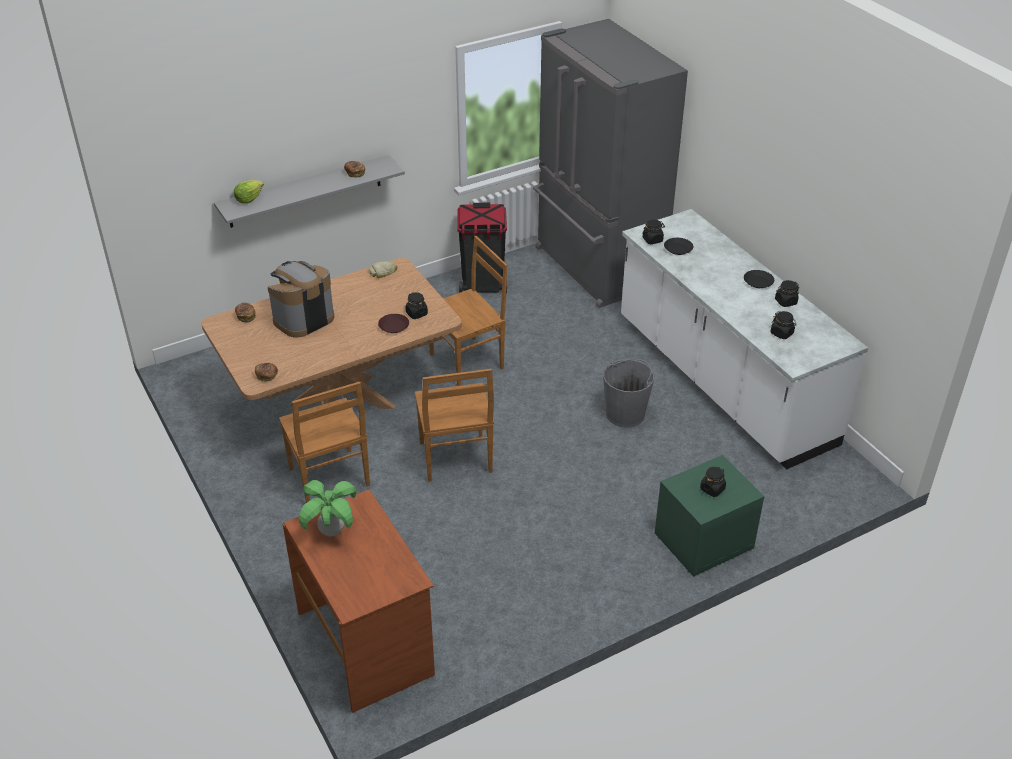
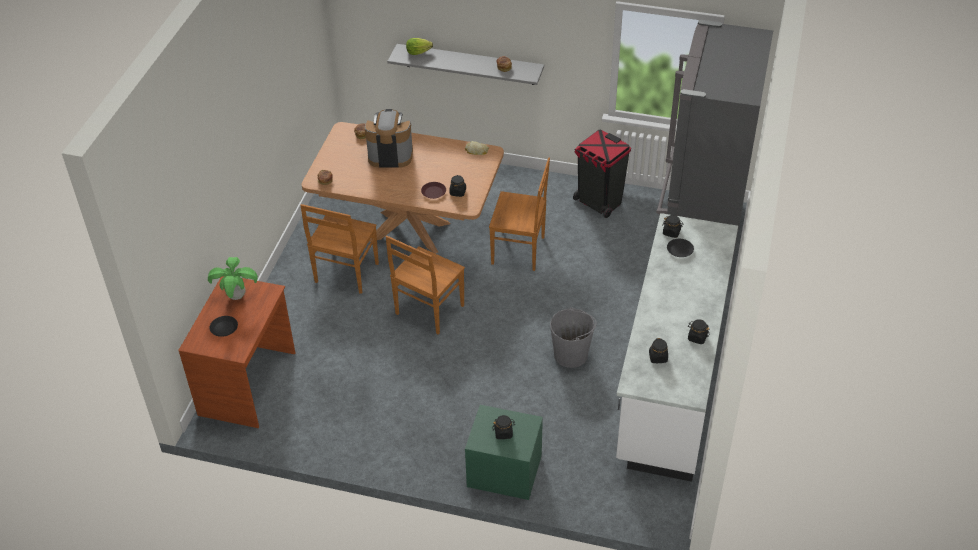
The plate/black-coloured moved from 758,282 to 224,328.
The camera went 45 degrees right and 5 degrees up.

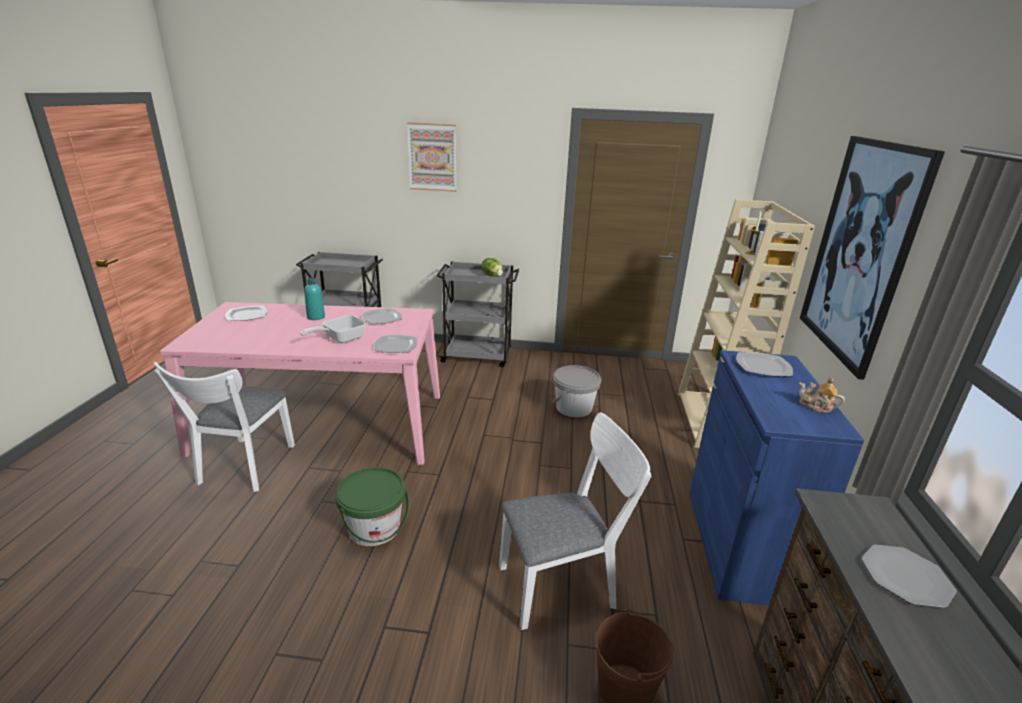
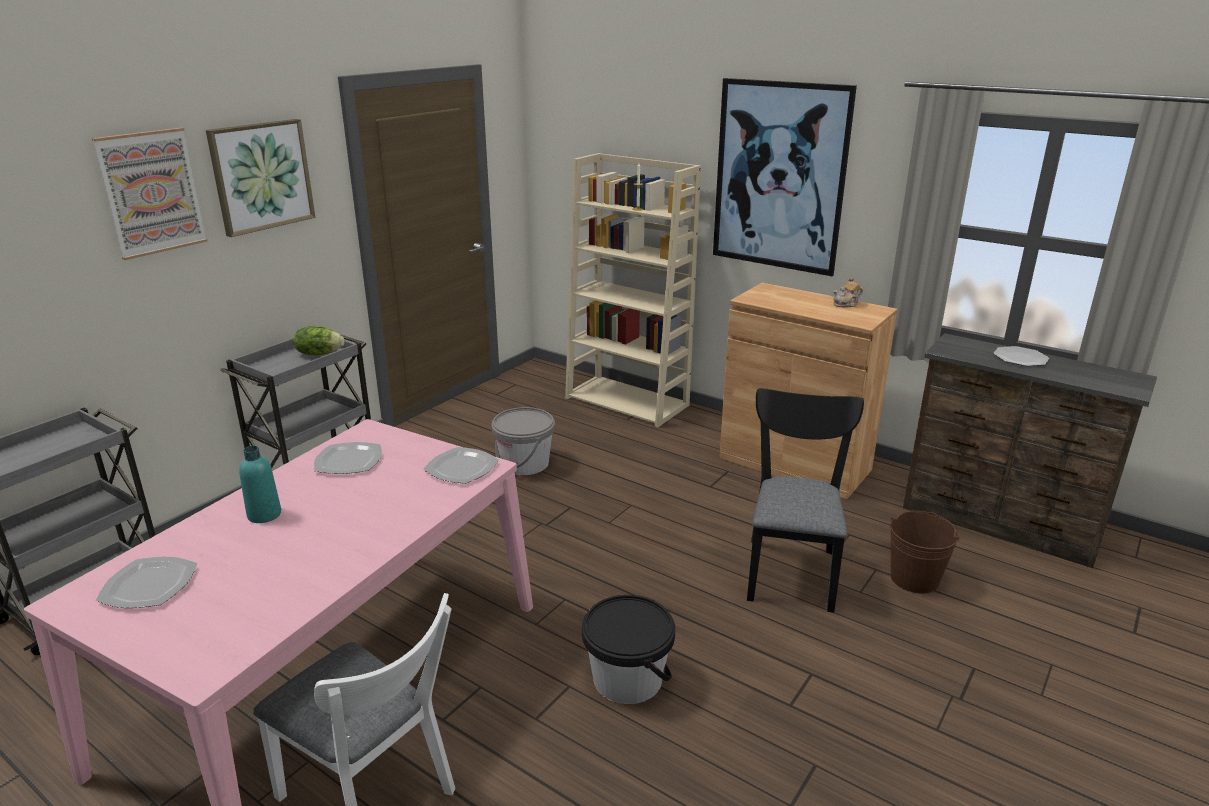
The pan at 340,339 disappeared.
The bucket/green-coloured at 374,528 became the bucket/black-coloured at 627,678.
The plain chair/white-coloured at 564,583 became the plain chair/black-coloured at 791,568.
The cupboard/bluish at 738,544 became the cupboard/brownish at 794,464.
The plate at 763,367 disappeared.
The wall picture at 261,176 appeared.
The camera went 60 degrees left and 0 degrees up.

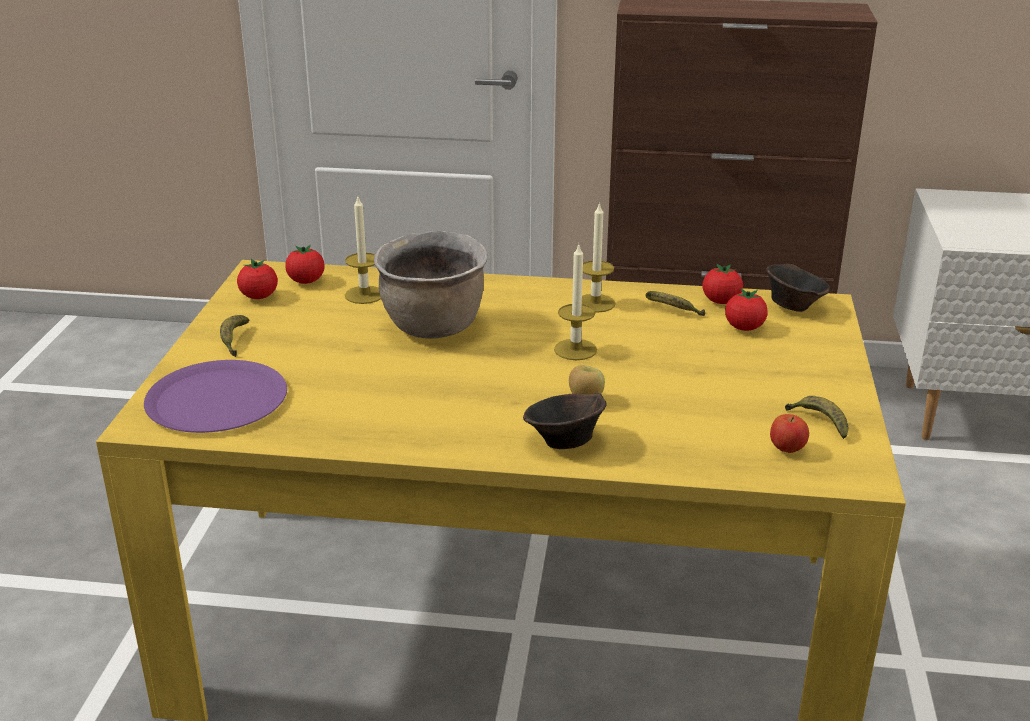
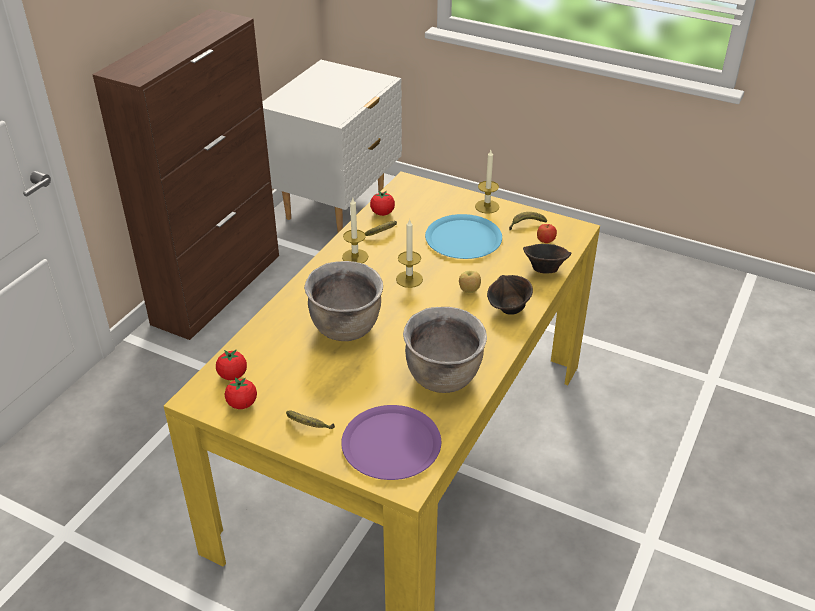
The candle moved from 364,295 to 487,206.
The tomato at 744,328 disappeared.
The bowl/brownish moved from 793,306 to 544,269.
The saucepot/brownish at 444,377 appeared.
The plate/bluish at 463,238 appeared.
The camera went 70 degrees left and 10 degrees up.

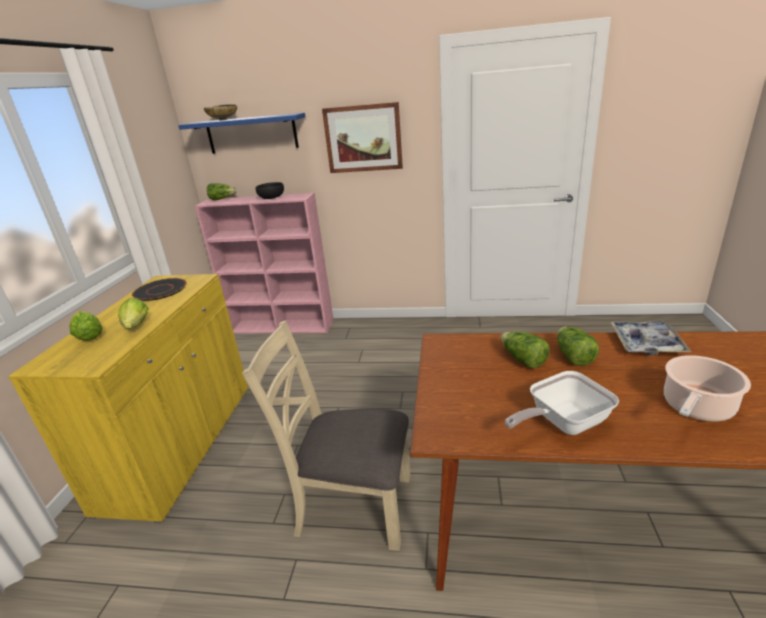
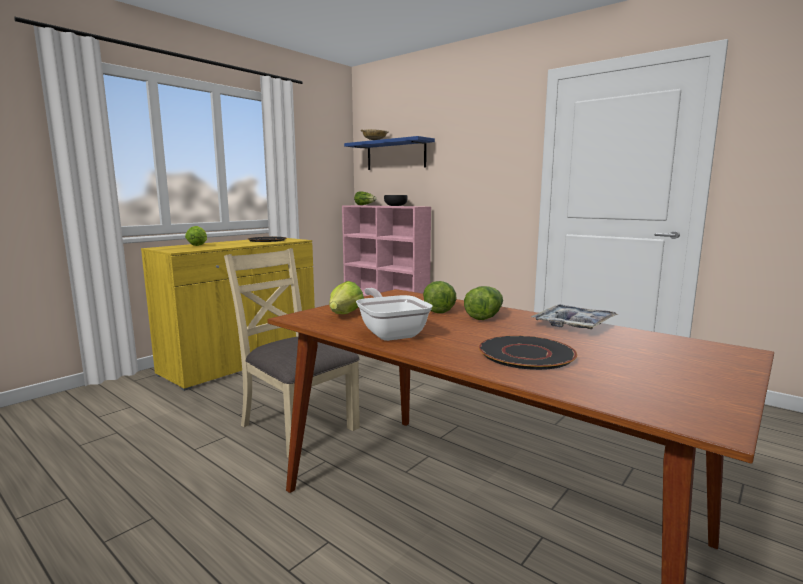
The head of lettuce moved from 136,327 to 344,315.
The wall picture at 363,138 disappeared.
The pan at 562,423 turned 60 degrees clockwise.
The saucepot at 696,407 was replaced by the plate/black-coloured at 525,354.
The camera went 30 degrees right and 15 degrees down.

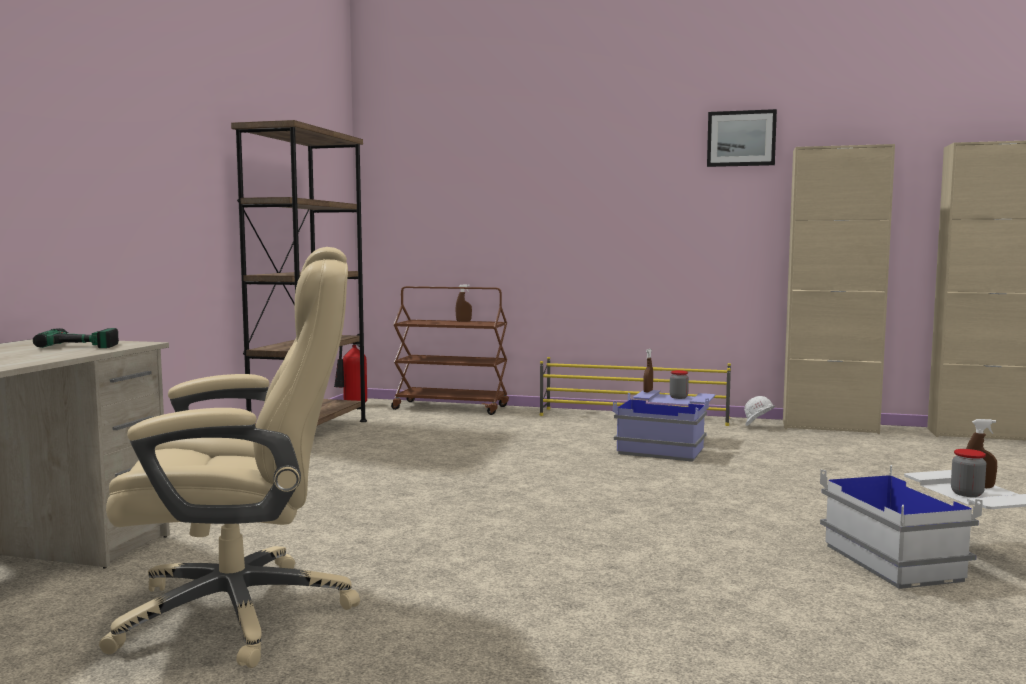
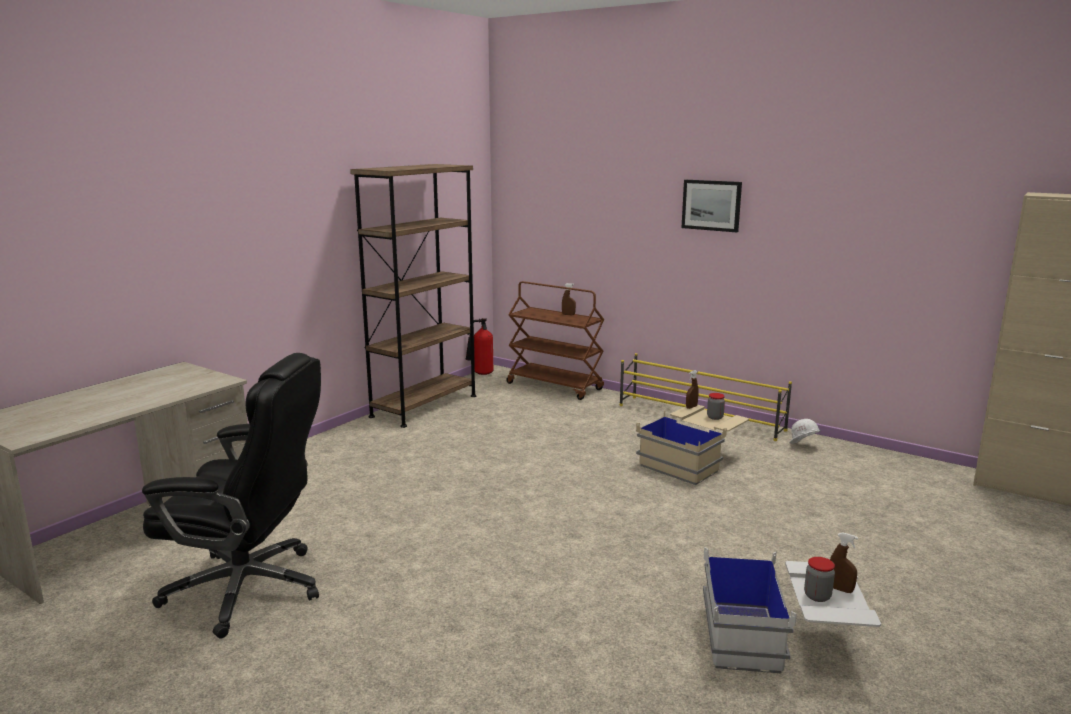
The electric drill at 83,344 disappeared.
The desk chair/beige at 242,612 became the desk chair/black-coloured at 249,589.
The storage container/bluish at 667,445 became the storage container/beige at 692,461.
The wall picture moved from 741,138 to 711,205.
The cupboard/beige at 829,427 disappeared.
The camera went 20 degrees right and 10 degrees up.

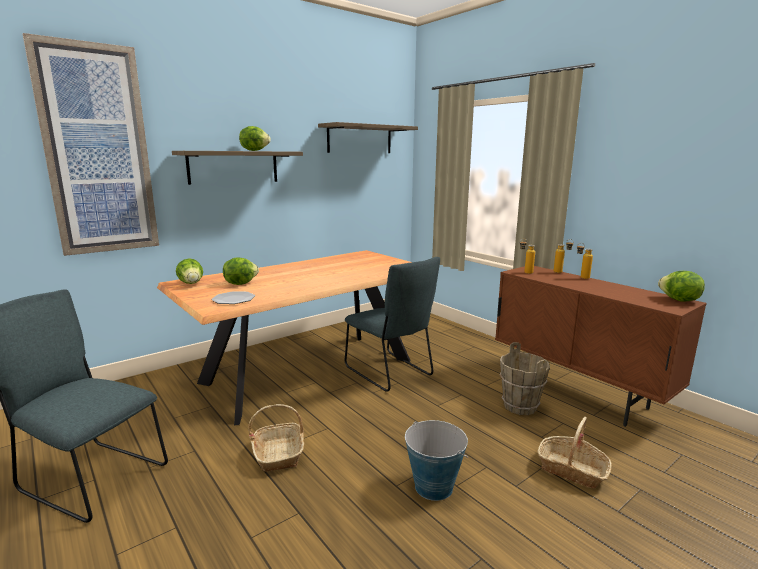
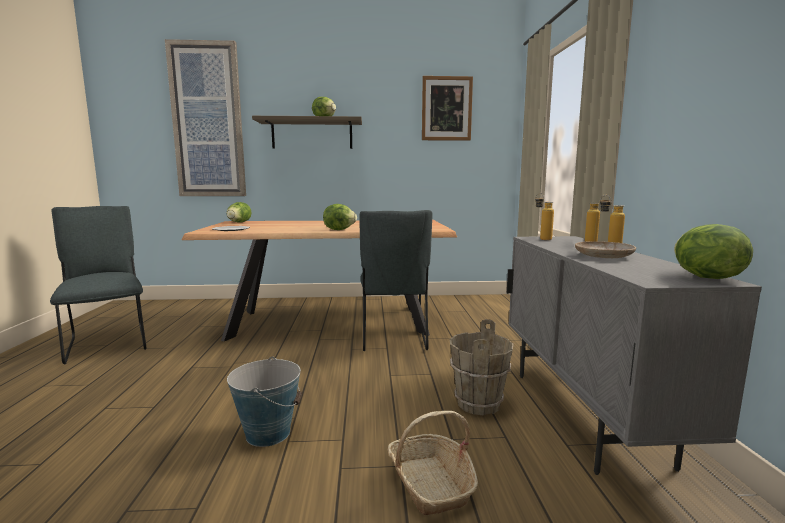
The head of lettuce moved from 240,283 to 339,230.
The basket at 279,453 disappeared.
The bracket shelf at 360,139 was replaced by the wall picture at 446,108.
The cupboard/brownish at 577,392 became the cupboard/gray at 585,415.
The plate/beige at 604,256 appeared.
The camera went 35 degrees right and 5 degrees down.

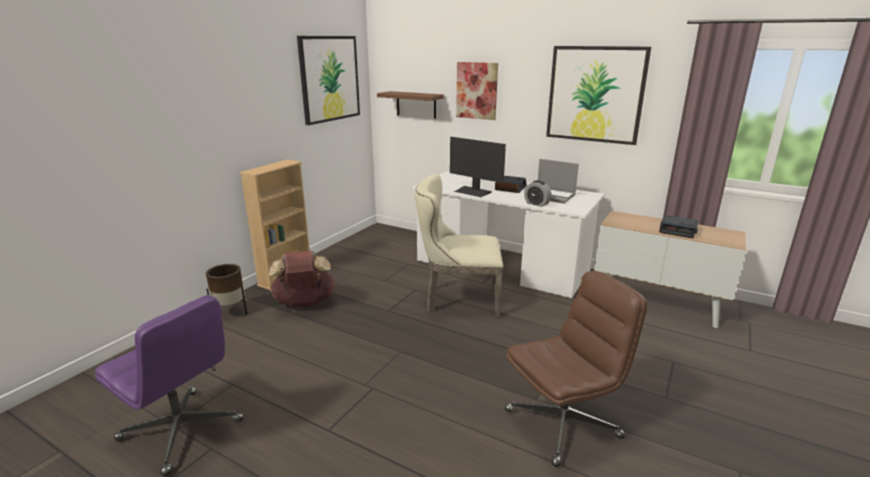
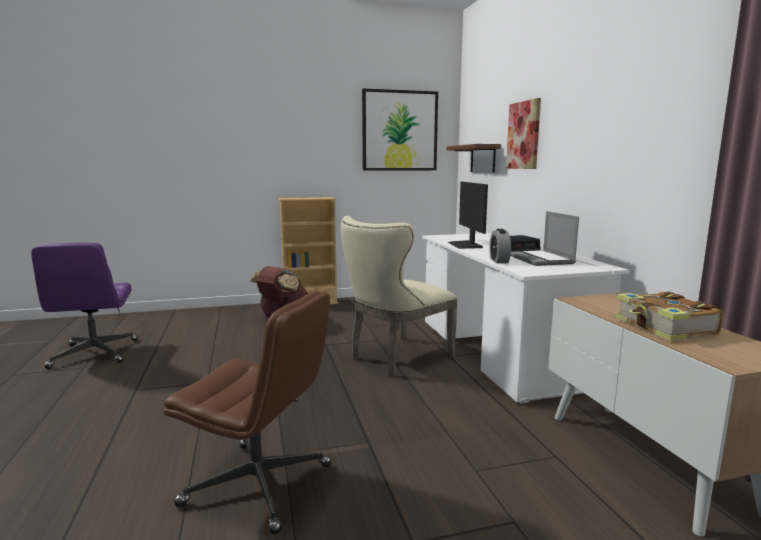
The plant pot/brownish at 230,312 disappeared.
The plain chair/beige at 457,299 turned 90 degrees counterclockwise.
The wall picture at 595,94 disappeared.
The table clock at 678,230 was replaced by the book at 664,328.
The camera went 45 degrees right and 10 degrees down.

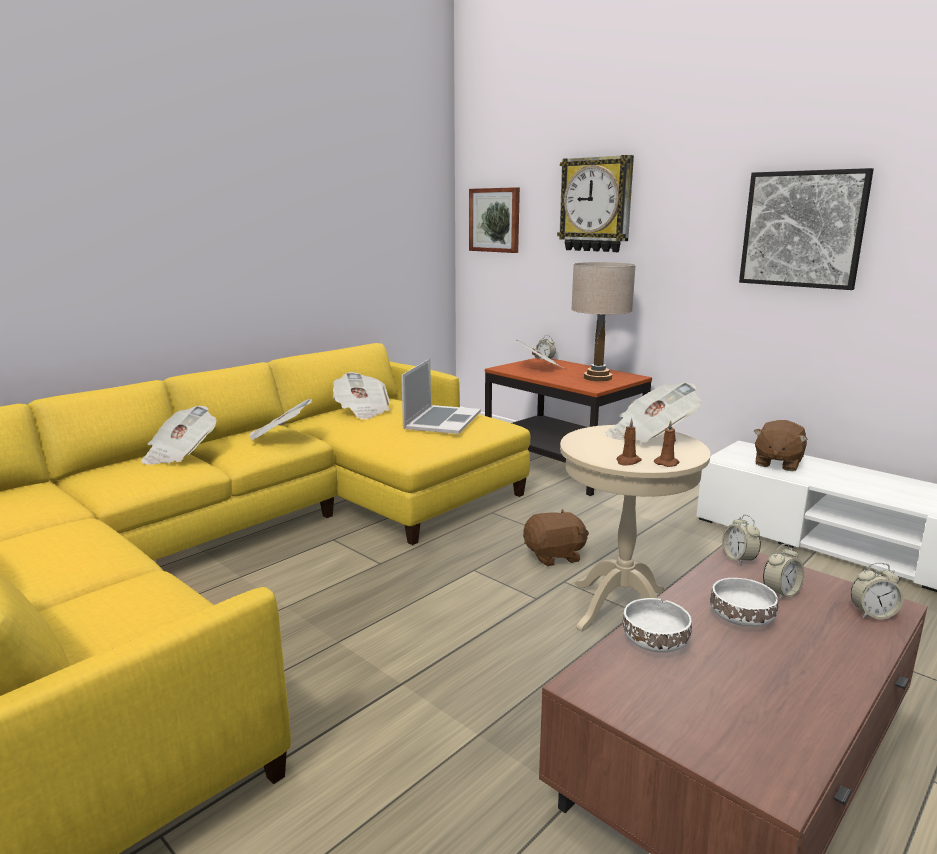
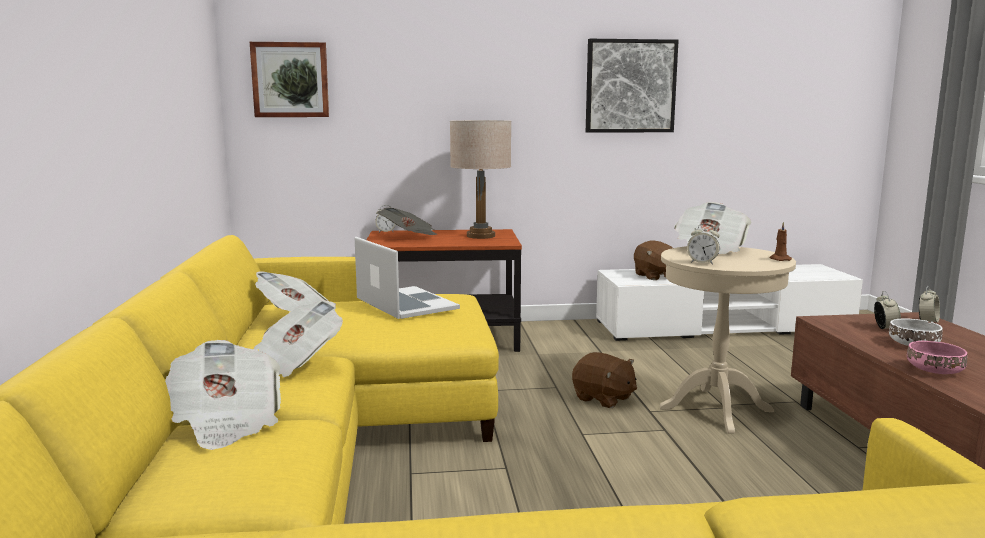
The plush toy/brownish at 554,556 turned 105 degrees clockwise.
The hanging clock at 596,205 disappeared.
The candle/brownish at 627,461 disappeared.
The bowl/white-coloured at 654,642 became the bowl/pinkish at 935,371.
The table clock moved from 739,559 to 702,263.
The camera went 50 degrees left and 5 degrees down.

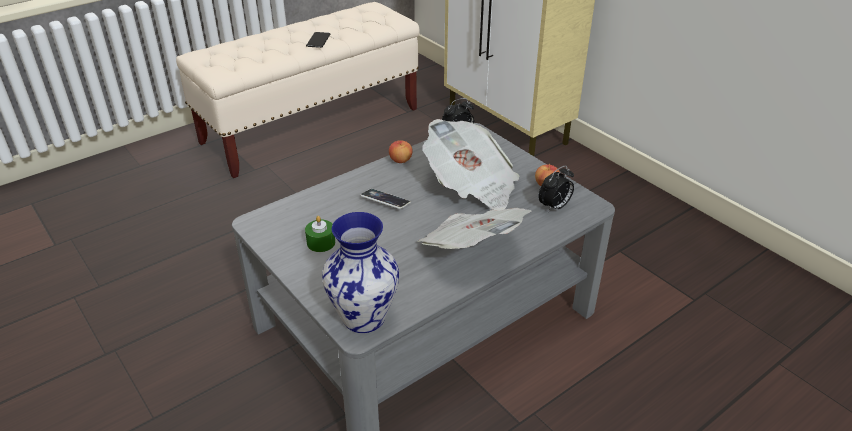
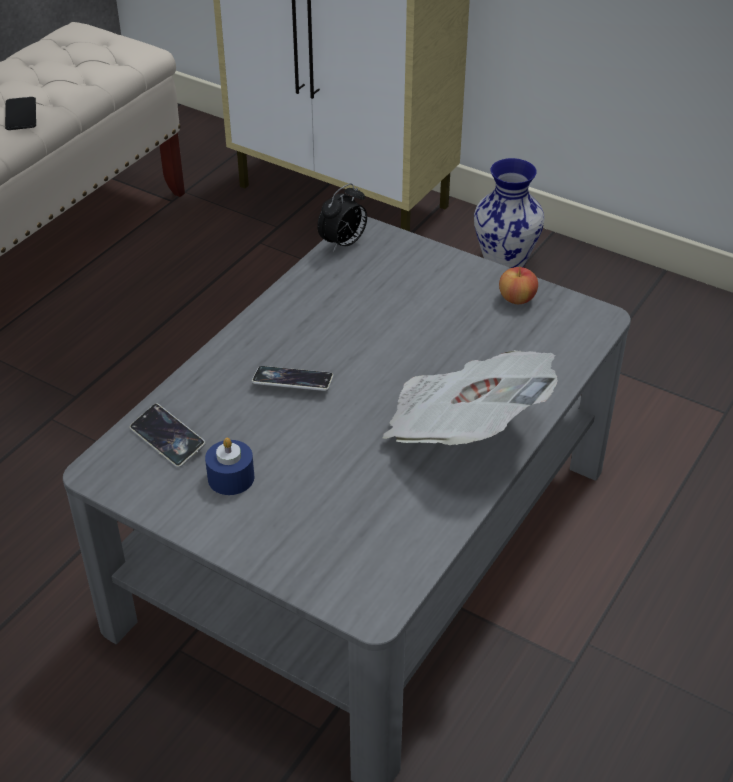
The candle/green-coloured at 321,243 became the candle/bluish at 231,478.
The flower vase moved from 364,316 to 504,262.
The whole apple at 400,160 disappeared.
The daily paper at 471,186 disappeared.
The table clock at 554,207 disappeared.
The handset at 167,439 appeared.
The camera went 20 degrees left and 5 degrees up.

